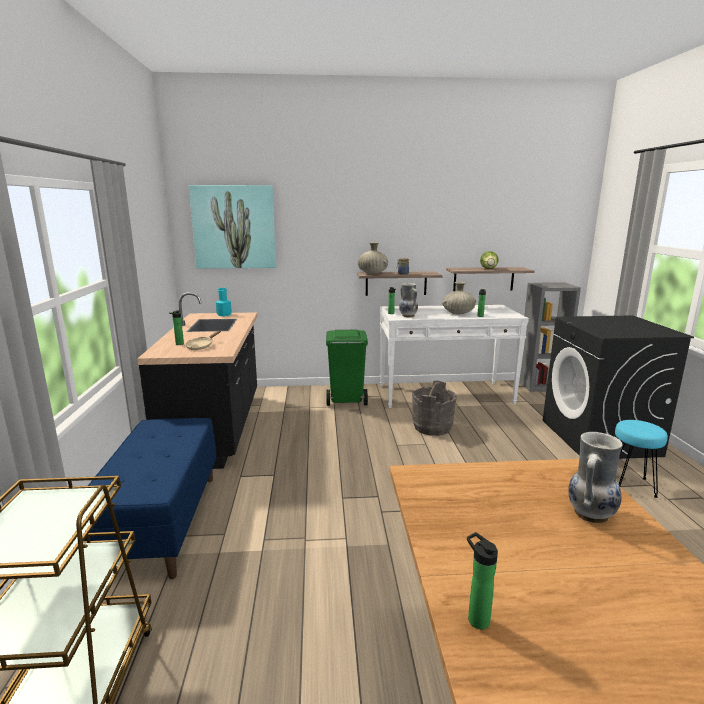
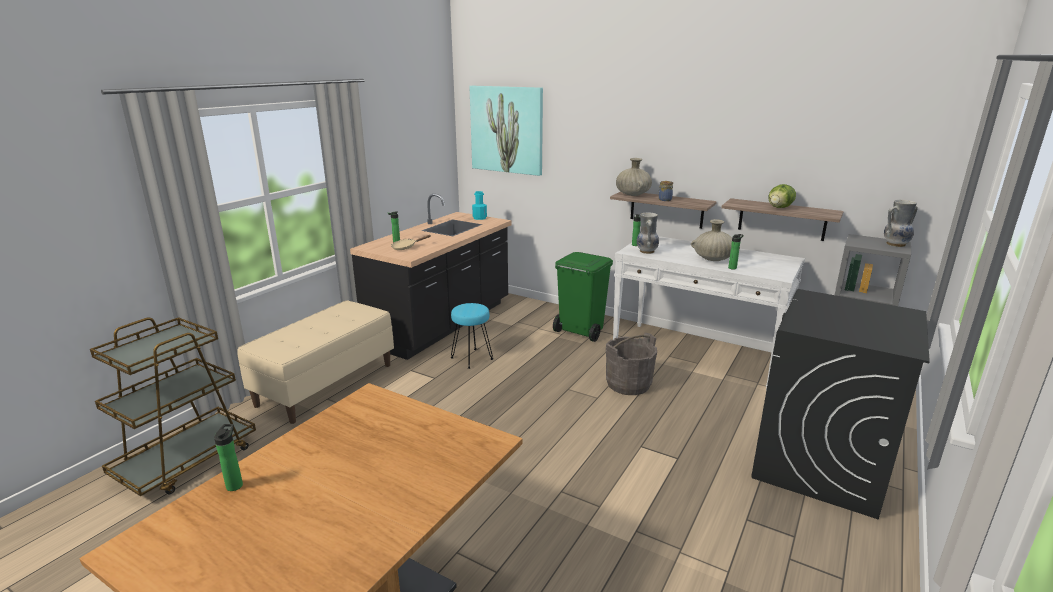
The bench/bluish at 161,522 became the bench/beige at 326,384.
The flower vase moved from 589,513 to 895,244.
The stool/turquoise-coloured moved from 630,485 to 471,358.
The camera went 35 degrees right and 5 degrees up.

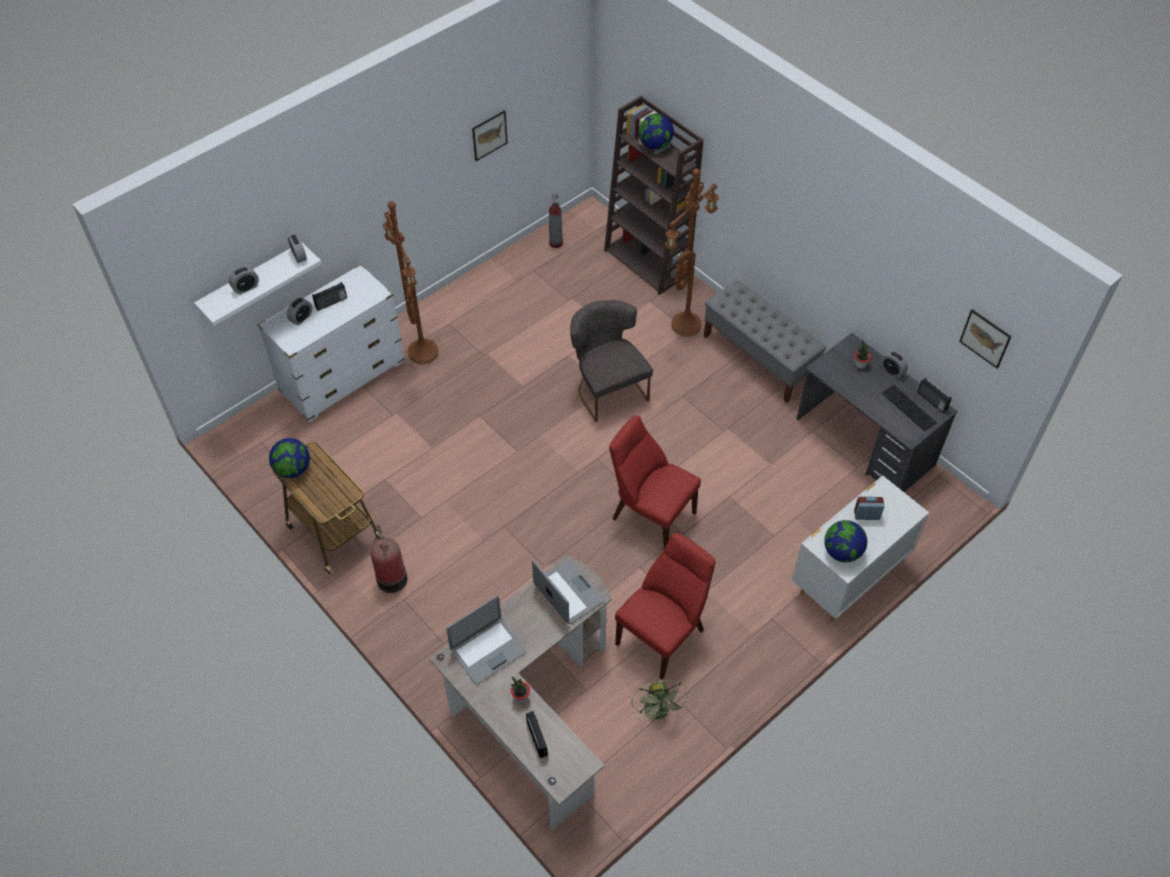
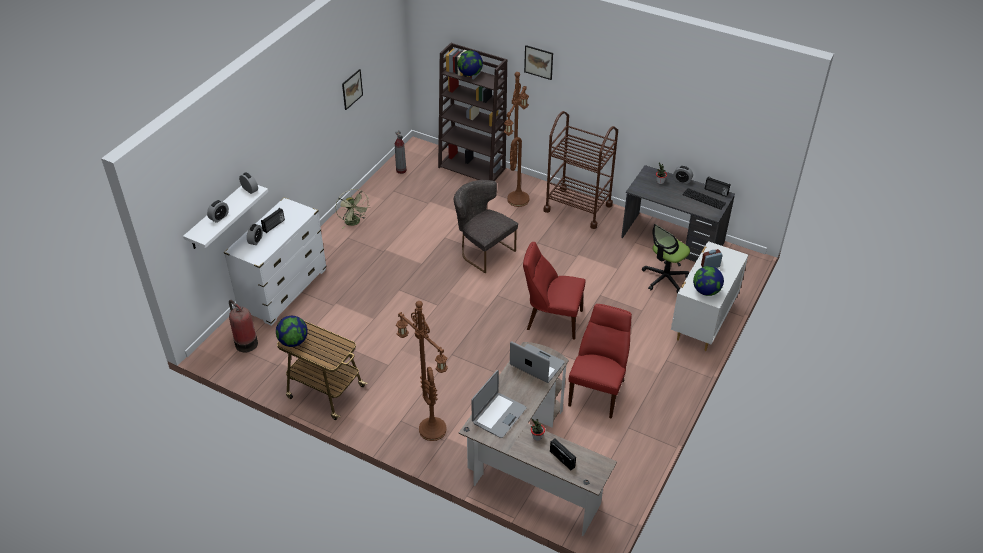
The fire-fighting cylinder moved from 391,577 to 245,342.
The standing lamp/brownish moved from 420,352 to 430,430.
The fan/green-coloured moved from 659,713 to 354,223.
The bench/gray at 759,358 was replaced by the wheeled cart/brownish at 578,208.
The wall picture moved from 985,338 to 538,62.
The desk chair at 664,278 appeared.
The camera went 20 degrees left and 10 degrees down.

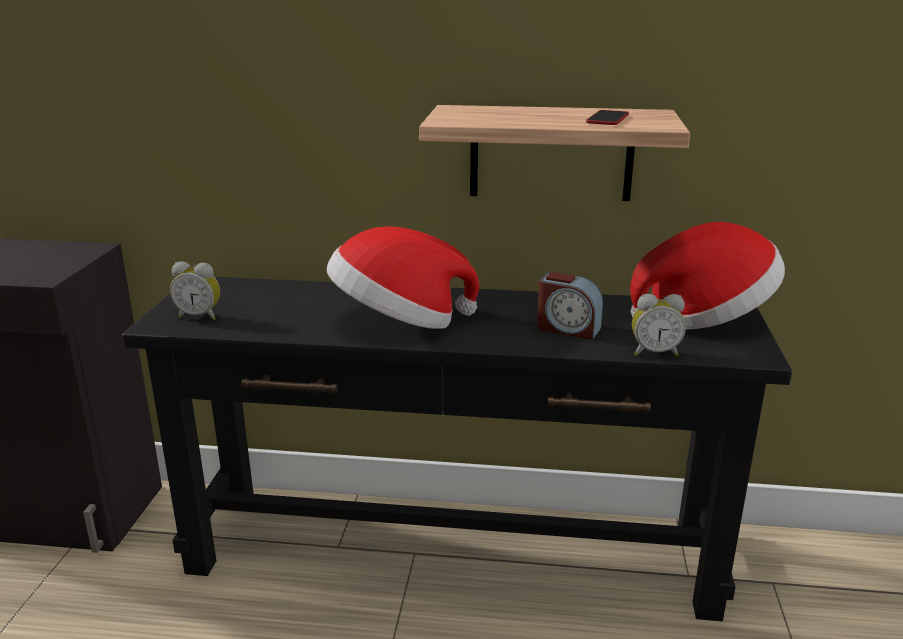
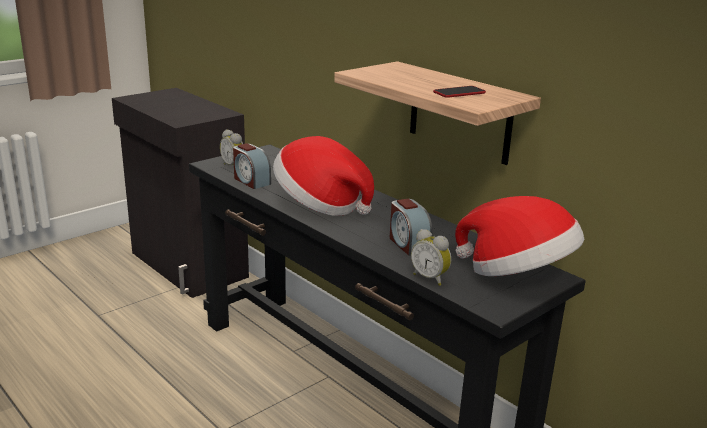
The table clock at 251,181 appeared.
The camera went 40 degrees right and 0 degrees up.

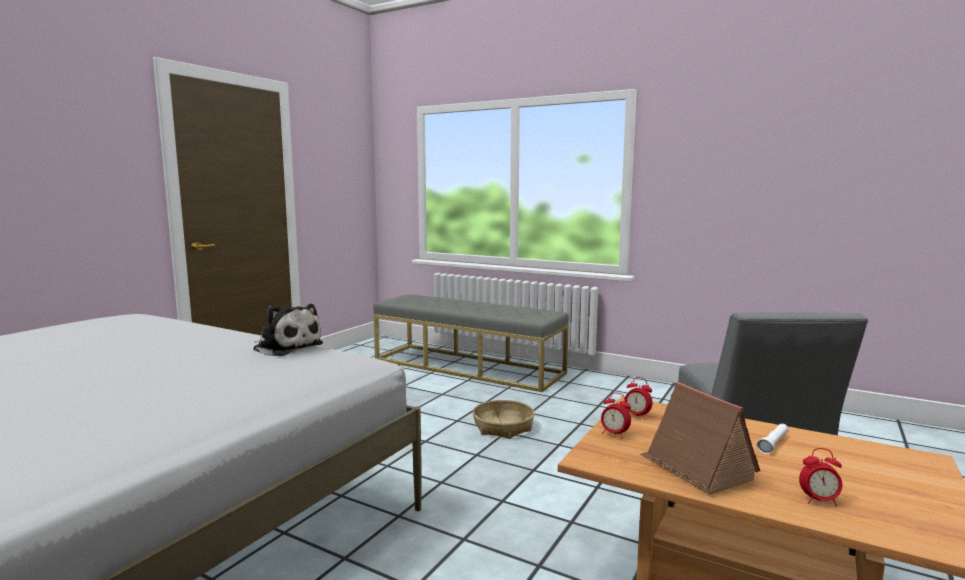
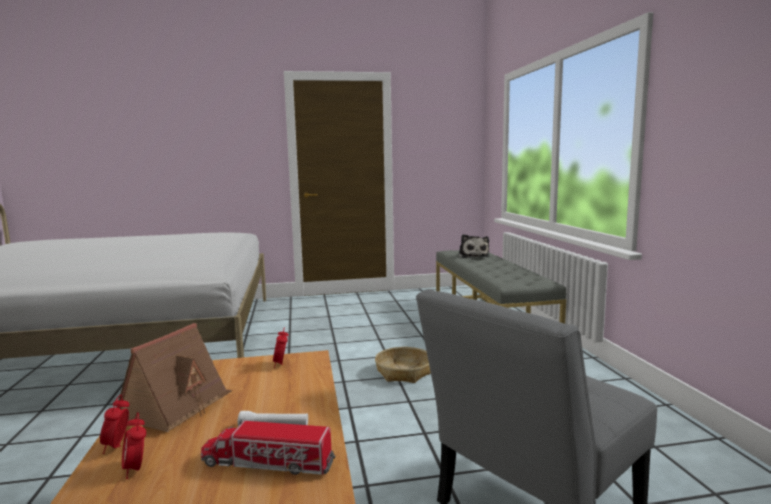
The plush toy moved from 286,347 to 473,256.
The table clock moved from 614,434 to 117,446.
The toy lorry at 267,463 appeared.
The camera went 50 degrees right and 0 degrees up.

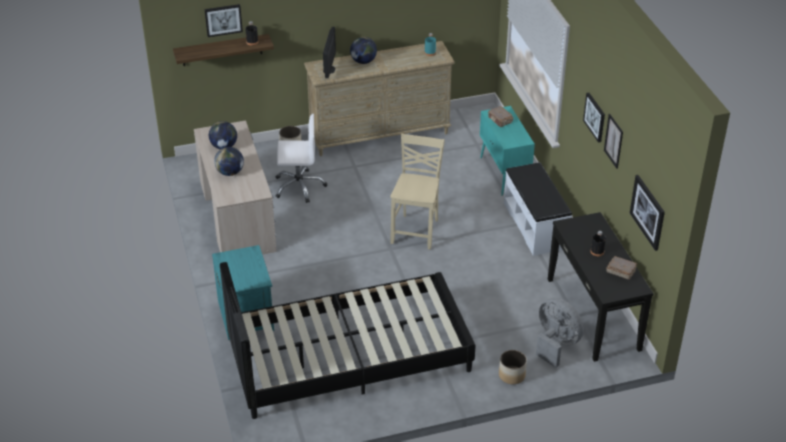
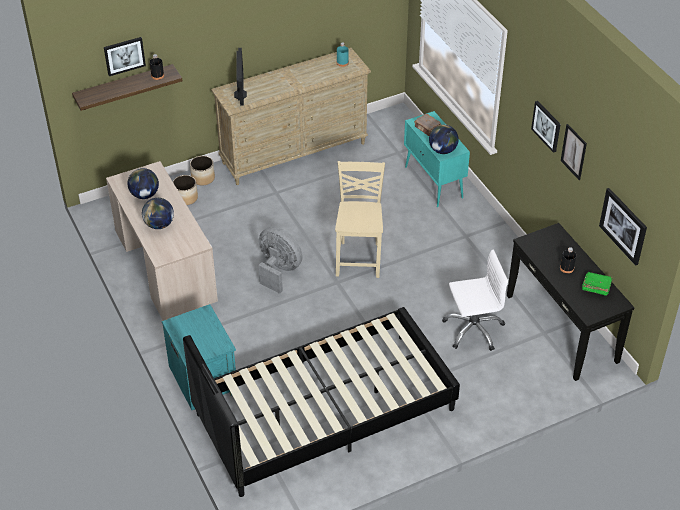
The desk chair/white-coloured moved from 299,186 to 473,329.
The world globe moved from 363,61 to 442,150.
The plant pot moved from 512,375 to 186,198.
The bench/white-coloured at 535,225 disappeared.
The fan/gray moved from 556,344 to 278,271.
The book/brownish at 620,271 became the book/green-coloured at 595,287.
The camera went 10 degrees left and 5 degrees up.

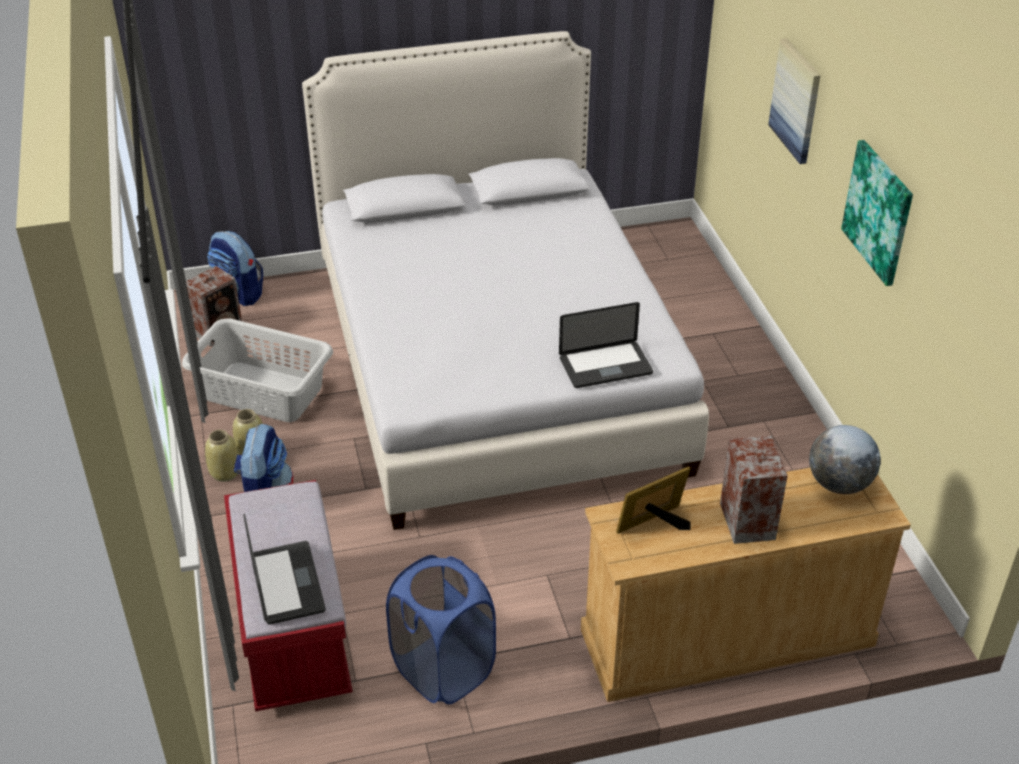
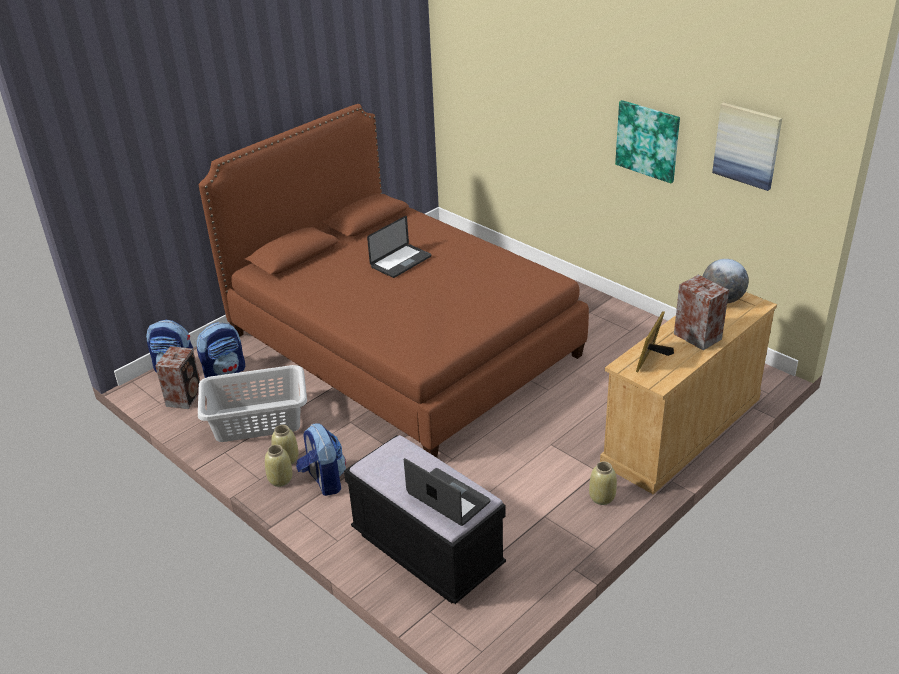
The bench/red at 293,633 became the bench/black-coloured at 427,551.
The sleeping bed/white-coloured at 495,366 became the sleeping bed/brownish at 401,344.
The hamper/bluish at 443,670 disappeared.
The notebook computer moved from 605,366 to 401,262.
The wall picture moved from 796,100 to 747,145.
The rucksack at 225,372 appeared.
The flower vase/beige at 602,497 appeared.
The camera went 30 degrees left and 5 degrees down.

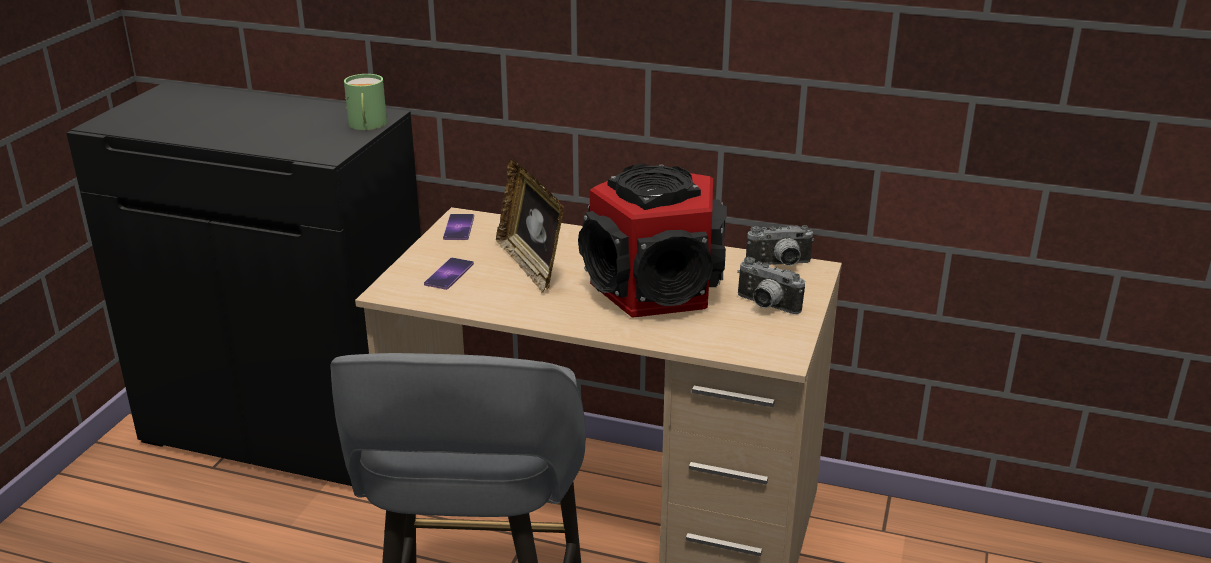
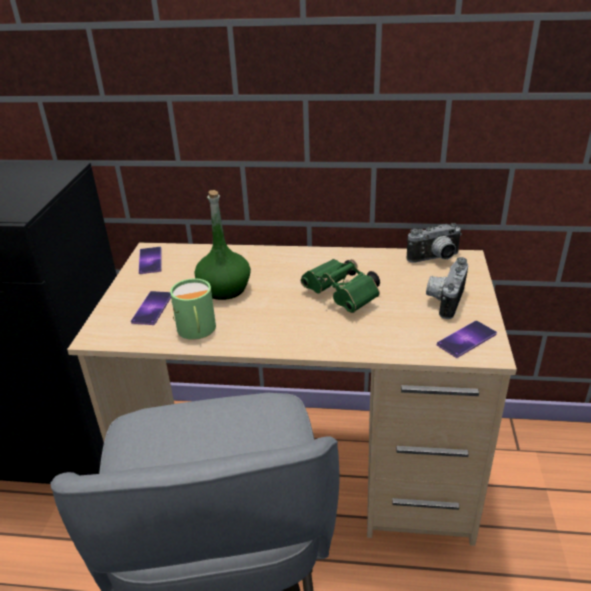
The coffee mug/green-coloured moved from 366,124 to 196,330.
The picture frame at 531,265 was replaced by the bottle/green-coloured at 225,289.
The loudspeaker at 657,289 was replaced by the binoculars/green-coloured at 344,297.
The photo camera at 765,306 turned 90 degrees clockwise.
The handset at 466,339 appeared.
The camera went 10 degrees left and 5 degrees up.

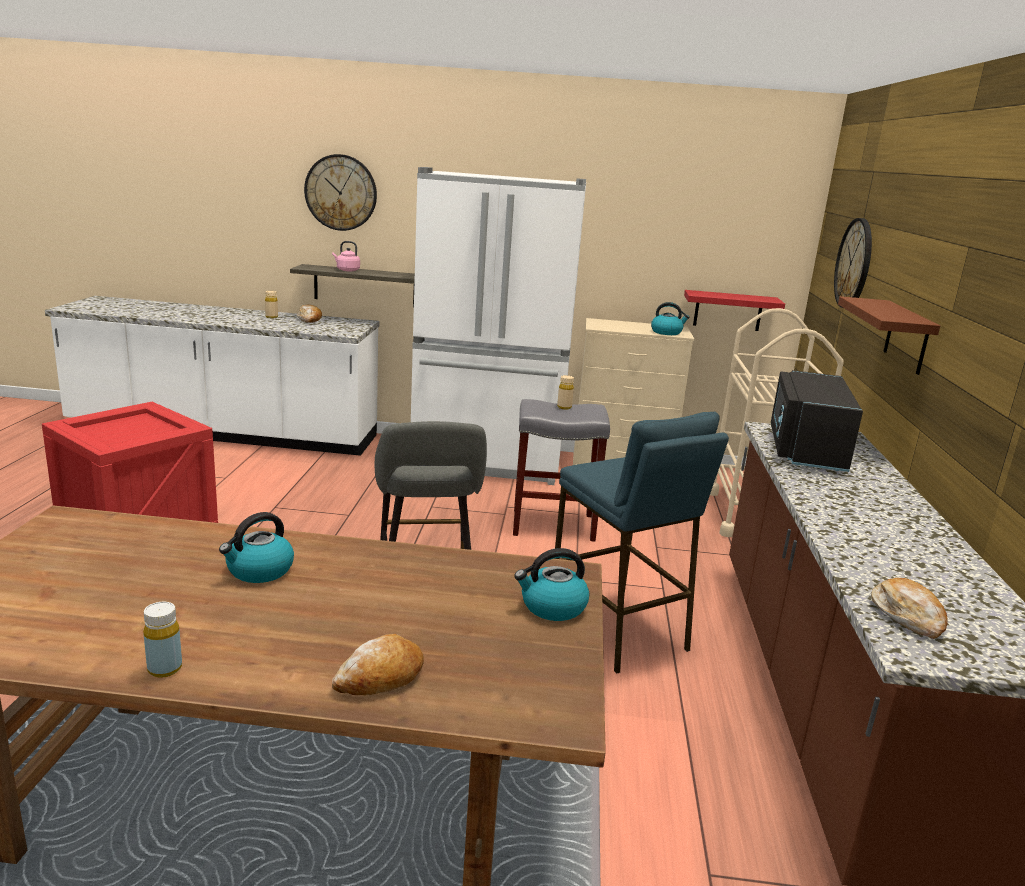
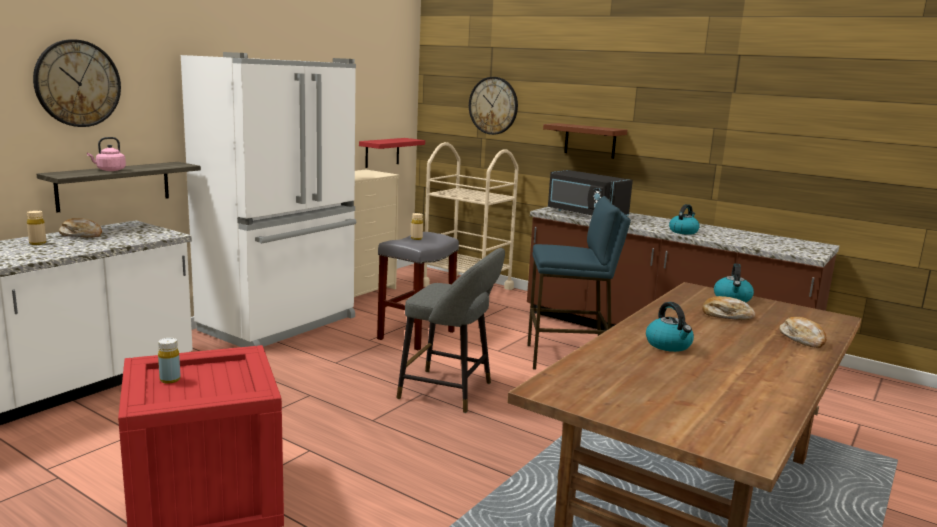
The bottle/yellow-coloured moved from 165,669 to 170,379.
The water kettle moved from 667,332 to 683,231.
The bread moved from 907,616 to 726,315.
The camera went 60 degrees left and 5 degrees down.

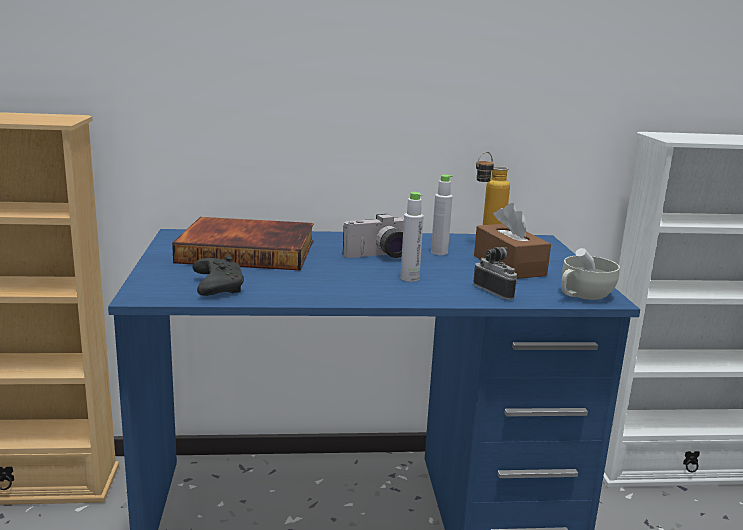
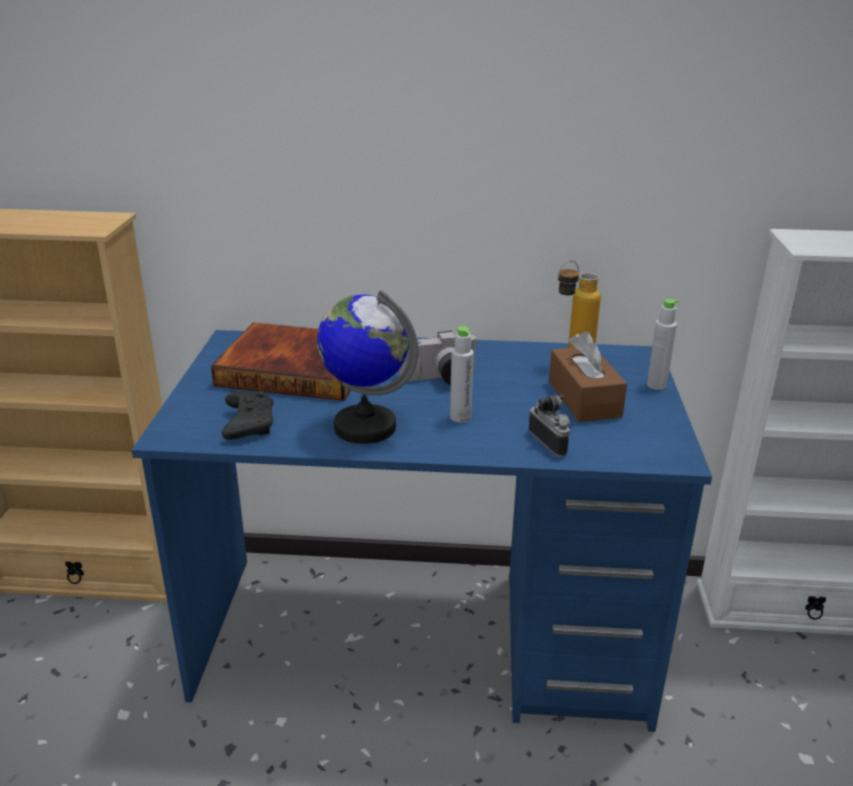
The bottle/gray moved from 439,252 to 656,385.
The drinking cup/white-coloured at 582,296 disappeared.
The world globe at 365,427 appeared.
The camera went 10 degrees right and 10 degrees up.

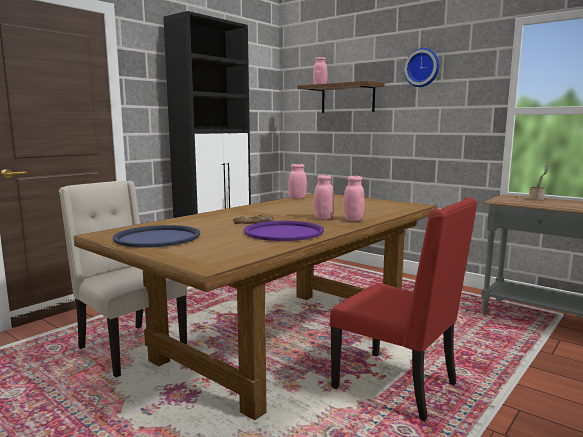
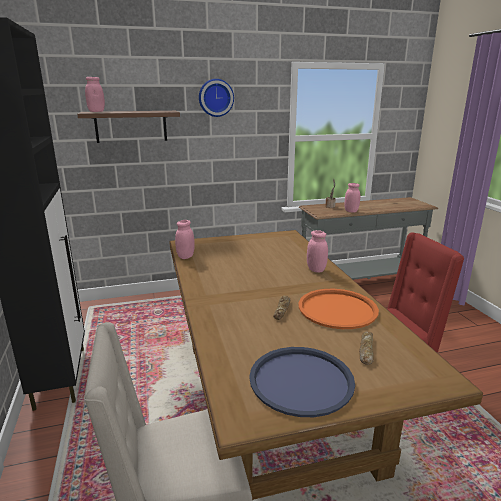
The serving tray/purplish at 284,232 became the serving tray/orange-coloured at 337,309.
The storage jar/pinkish moved from 323,218 to 351,211.
The bread at 366,350 appeared.
The camera went 55 degrees left and 10 degrees up.

